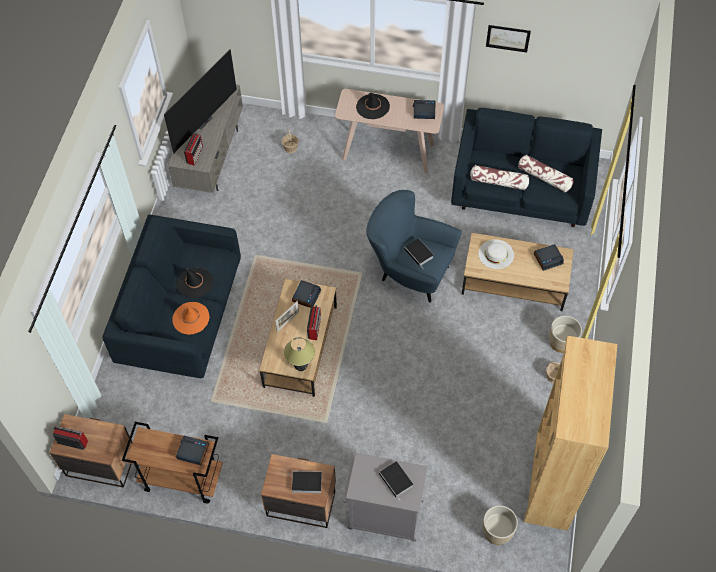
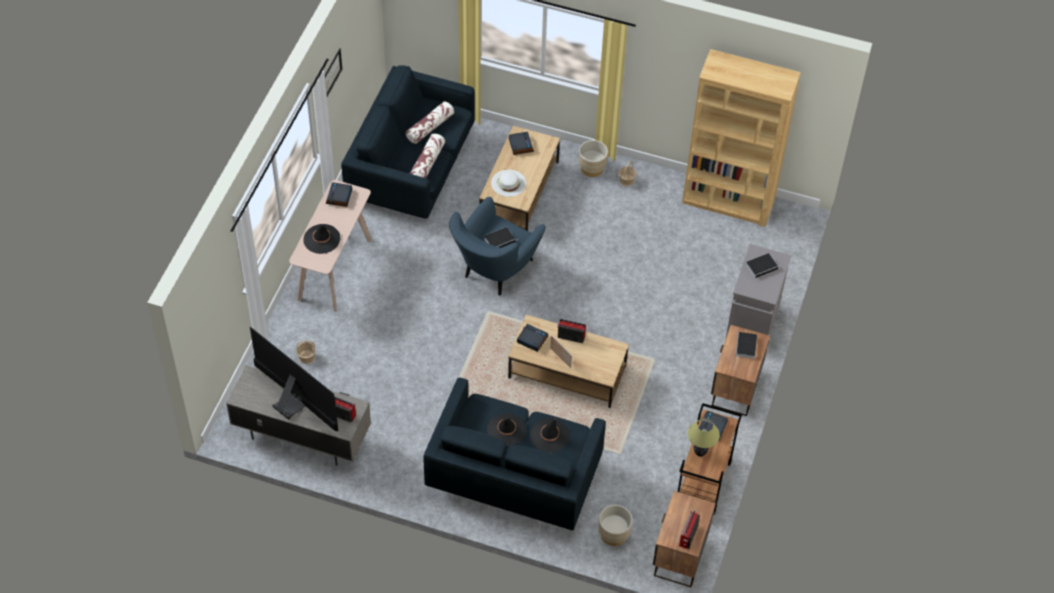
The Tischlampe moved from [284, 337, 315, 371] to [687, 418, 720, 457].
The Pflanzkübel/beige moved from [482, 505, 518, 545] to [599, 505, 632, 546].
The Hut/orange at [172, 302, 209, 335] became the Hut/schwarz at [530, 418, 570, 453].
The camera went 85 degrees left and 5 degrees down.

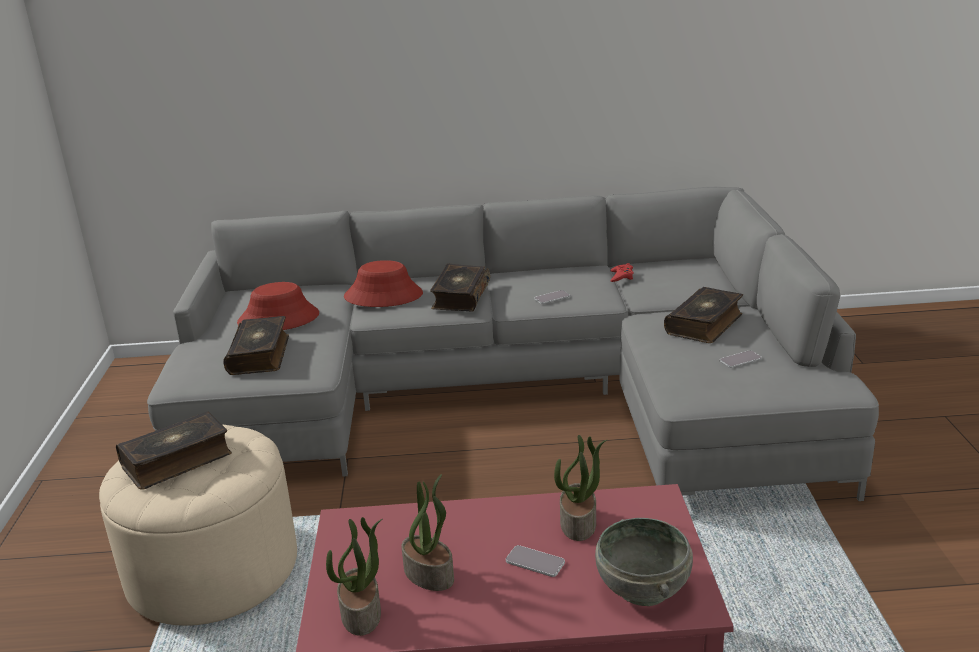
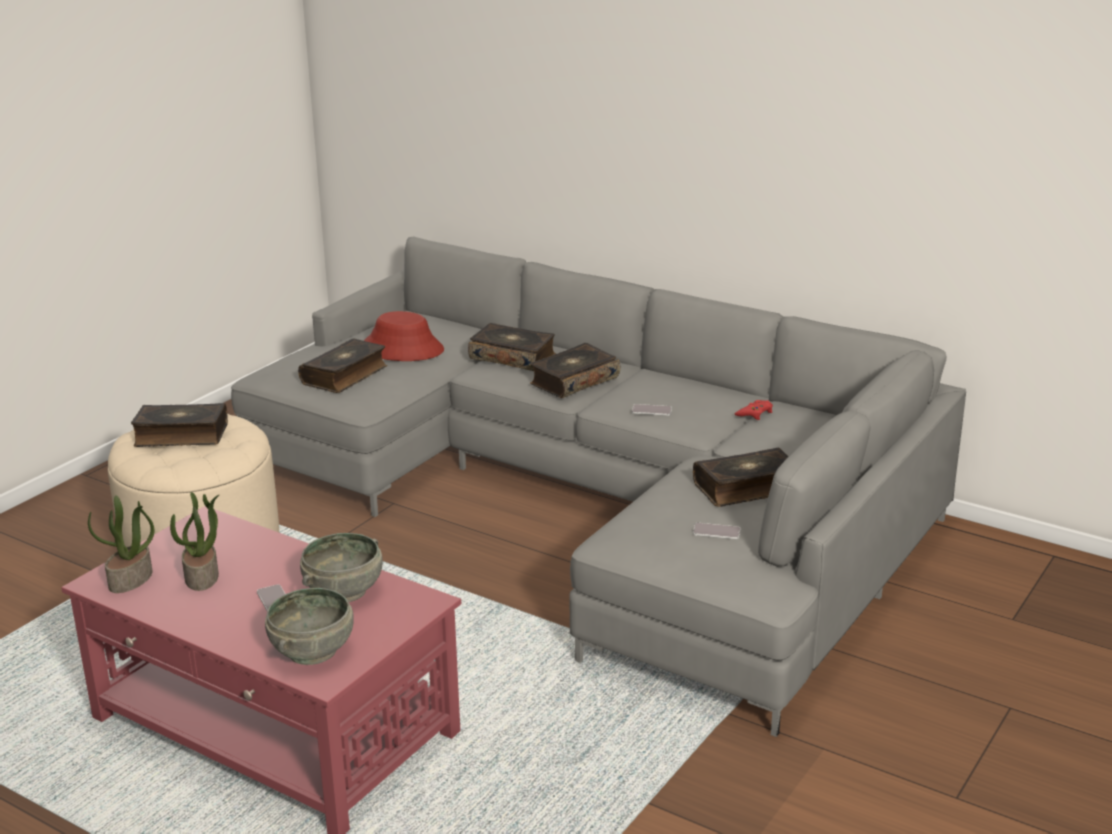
The Hut/rot at [344, 260, 423, 307] was replaced by the Buch at [468, 323, 556, 371].
The Topfpflanze at [554, 435, 608, 541] was replaced by the Schüssel/grau at [300, 533, 382, 602].
The camera went 35 degrees right and 0 degrees up.

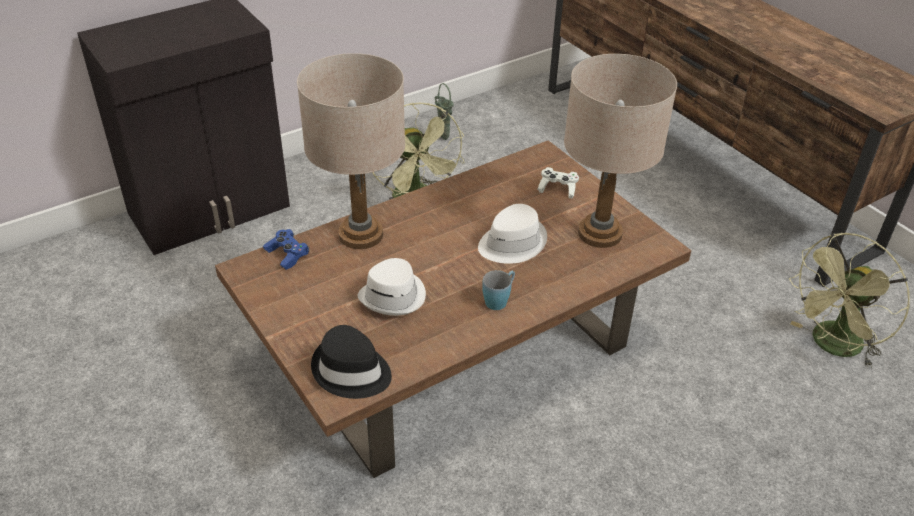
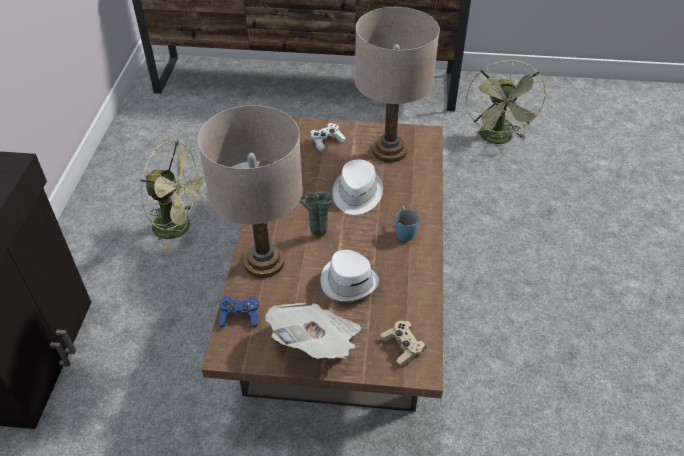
The Zeitung at [265, 303, 361, 359] appeared.
The Vase/grün moved from [435, 83, 454, 140] to [299, 178, 334, 236].
The Hut/schwarz at [311, 325, 392, 399] was replaced by the Gamepad/beige at [381, 321, 426, 366].
The camera went 50 degrees left and 5 degrees up.

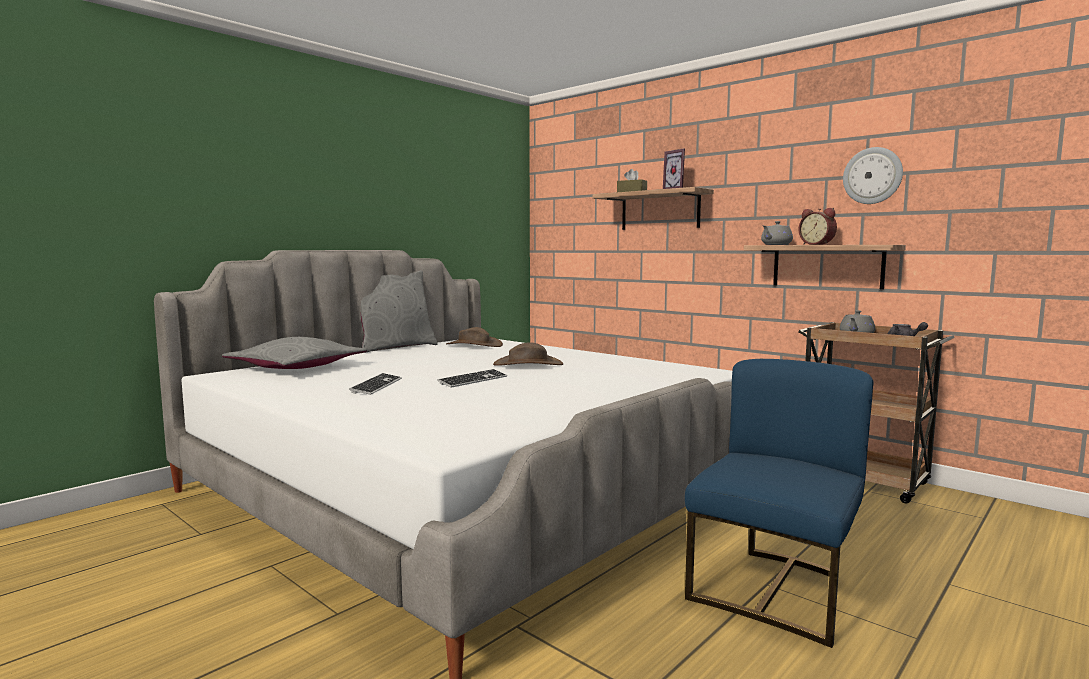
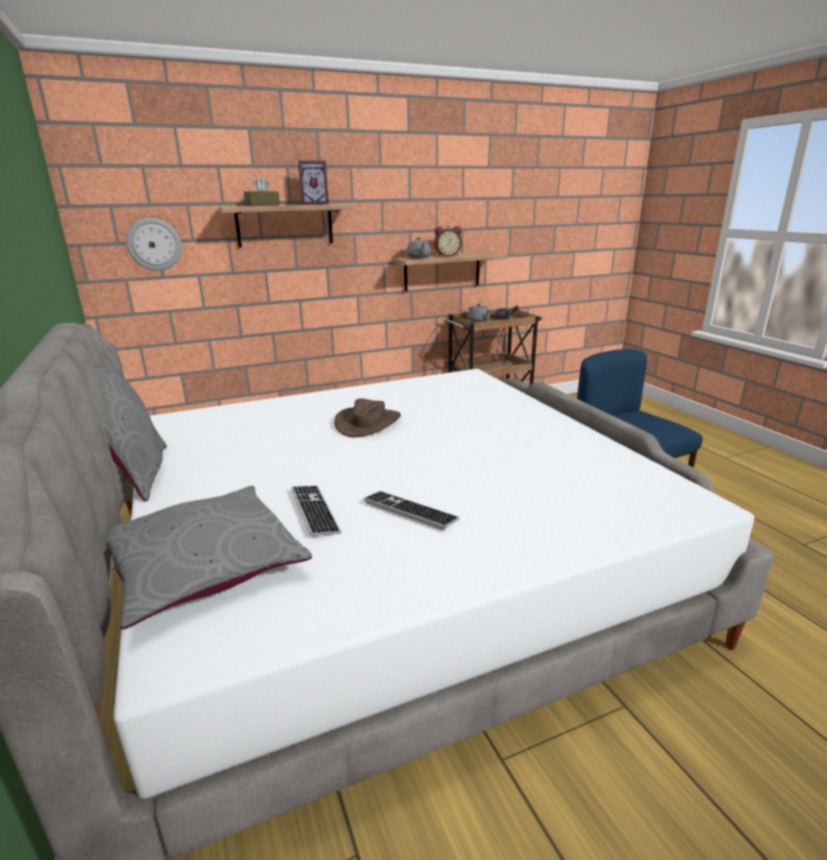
The Hut/braun at [446, 327, 503, 347] disappeared.
The Tastatur moved from [437, 369, 507, 388] to [291, 486, 341, 538].
The Wanduhr moved from [843, 147, 903, 204] to [126, 218, 182, 271].
The camera went 65 degrees left and 15 degrees up.

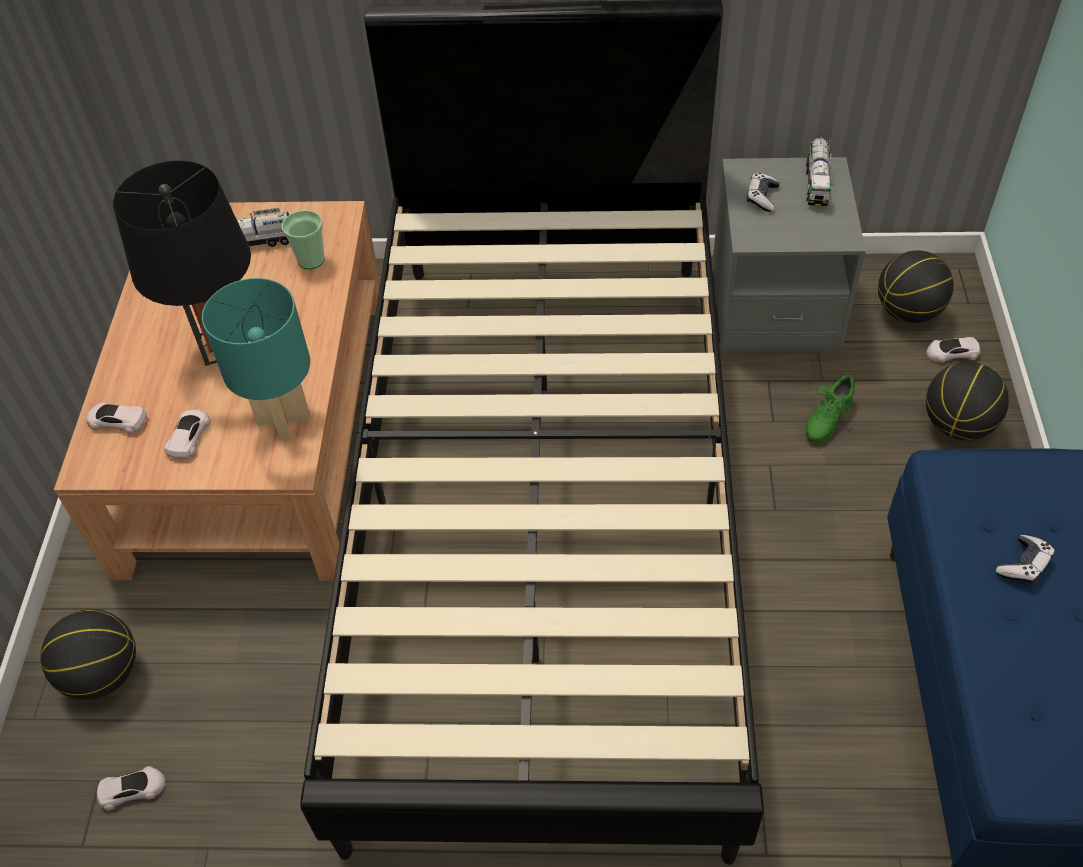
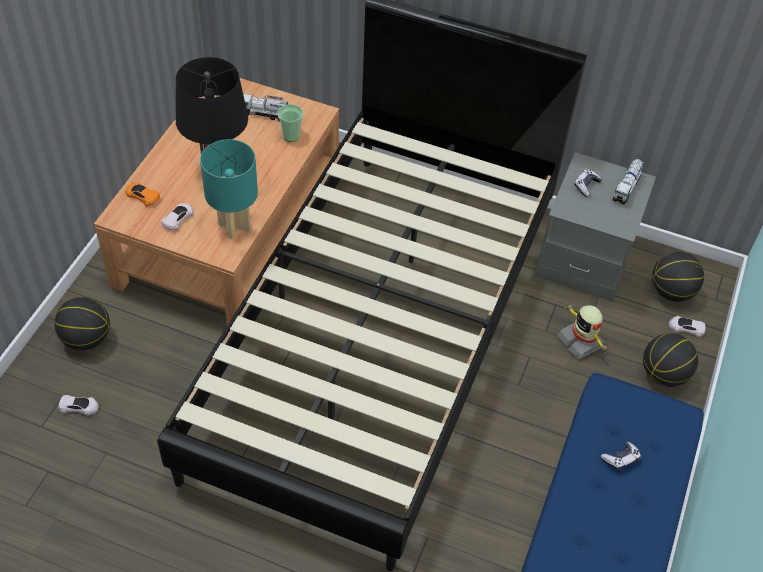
The Schuh/grün at [806, 375, 855, 442] was replaced by the Spielzeugroboter at [557, 302, 610, 360].
The Spielzeugauto/weiß at [86, 402, 147, 435] became the Spielzeugauto/orange at [126, 182, 160, 207].
The camera went 15 degrees right and 0 degrees up.

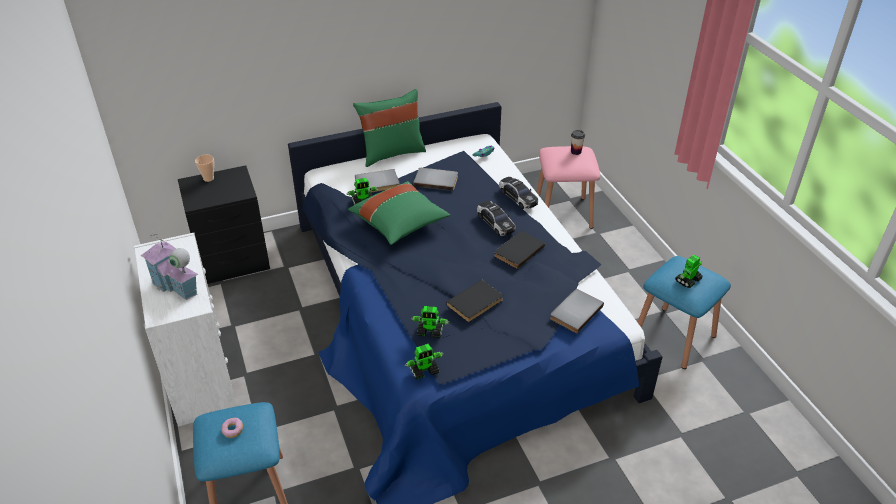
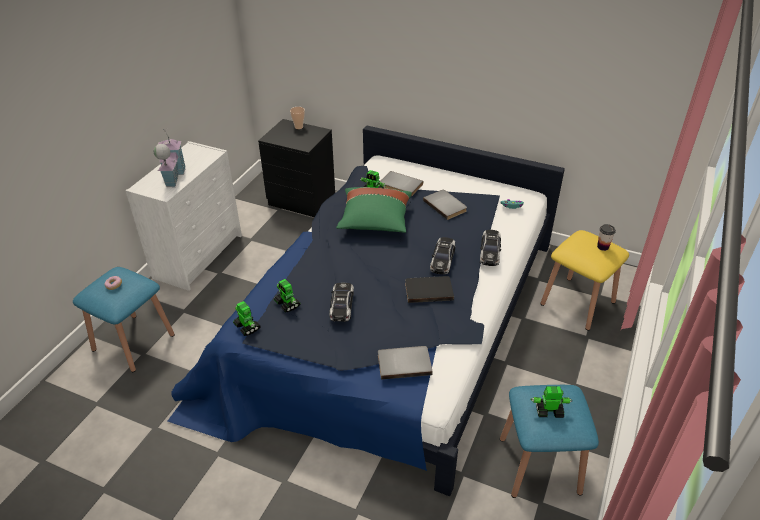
The Kissen/grün at [353, 89, 426, 167] disappeared.
The Buch/schwarz at [446, 280, 503, 322] was replaced by the Spielzeugauto at [329, 283, 354, 322].
The Hocker/rosa at [536, 146, 600, 229] became the Hocker/gelb at [540, 230, 629, 331].
The Spielzeugroboter at [405, 344, 444, 380] turned 150 degrees counterclockwise.
The camera went 45 degrees right and 0 degrees up.

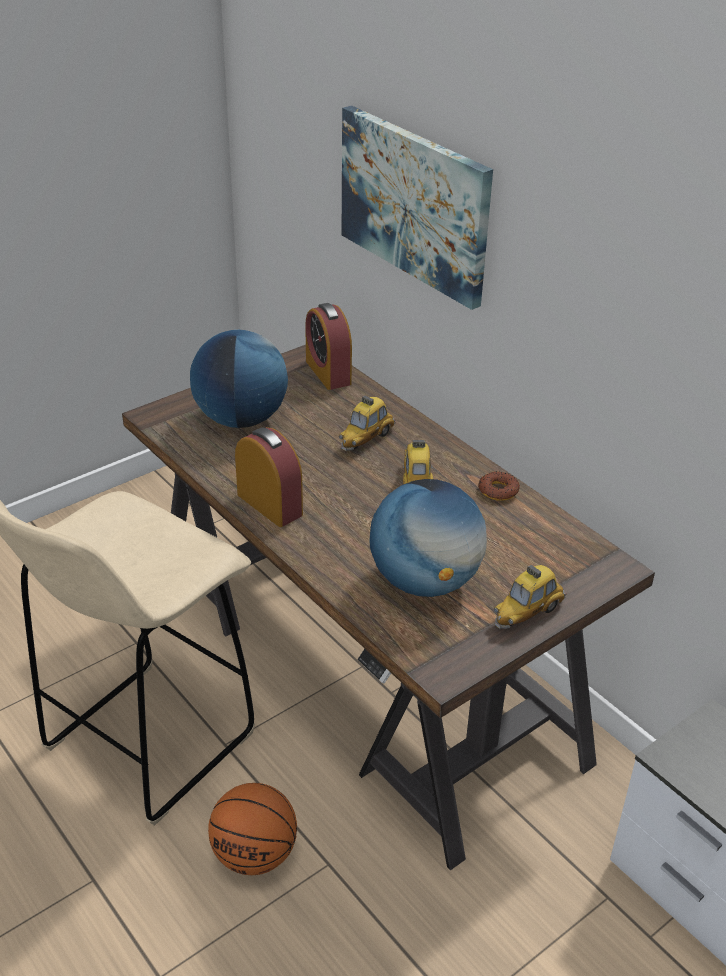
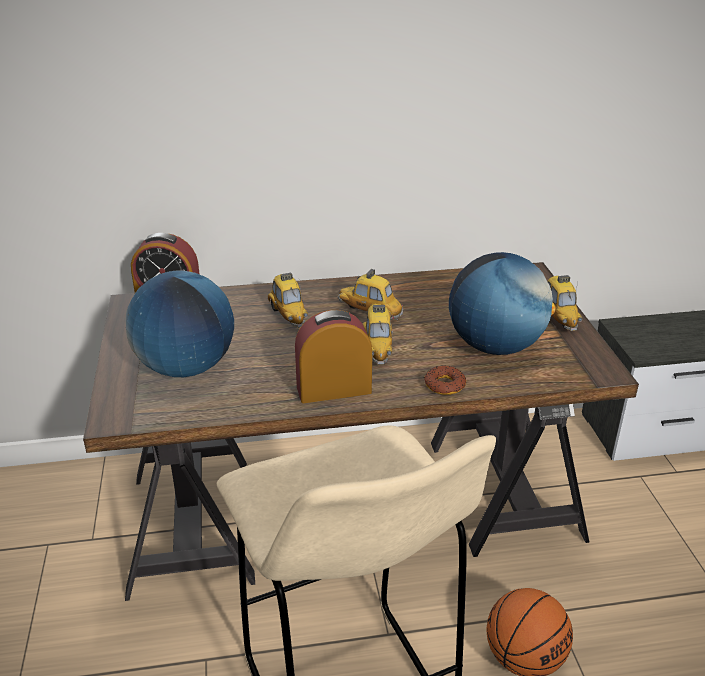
The Bild at [342, 106, 493, 310] disappeared.
The Spielzeugauto at [363, 304, 393, 364] appeared.
The Donut moved from [478, 471, 520, 501] to [424, 365, 466, 395].
The camera went 60 degrees left and 5 degrees down.

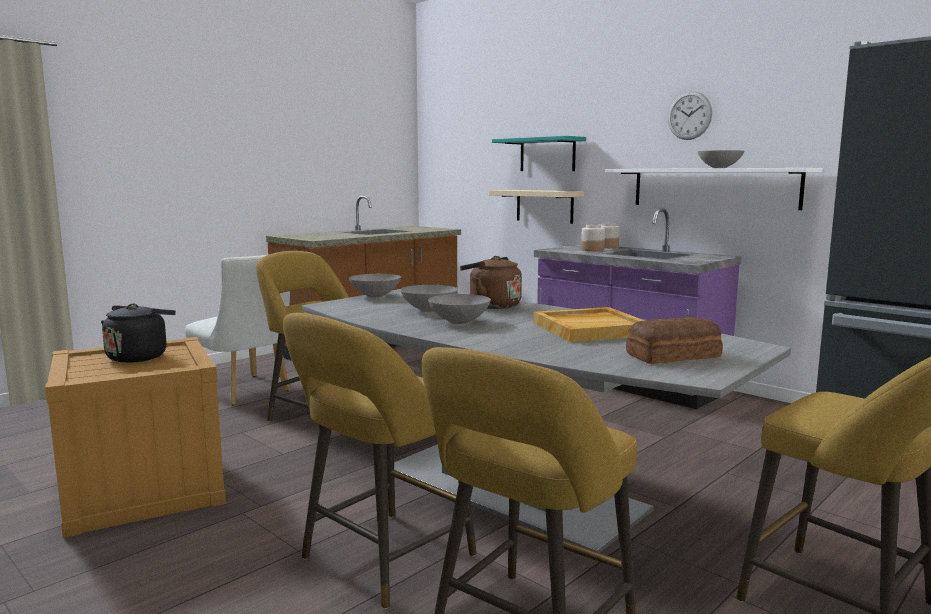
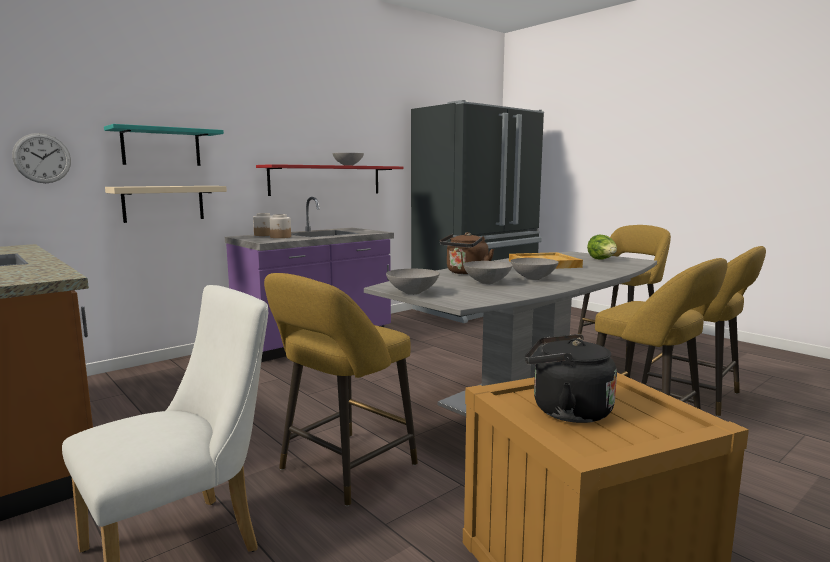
The Wanduhr moved from [668, 91, 712, 140] to [12, 133, 71, 183].
The Brot at [626, 317, 723, 364] was replaced by the Salatkopf at [587, 235, 617, 260].
The Wandregal/weiß at [605, 168, 823, 210] became the Wandregal/rot at [256, 164, 404, 196].
The camera went 85 degrees left and 0 degrees up.

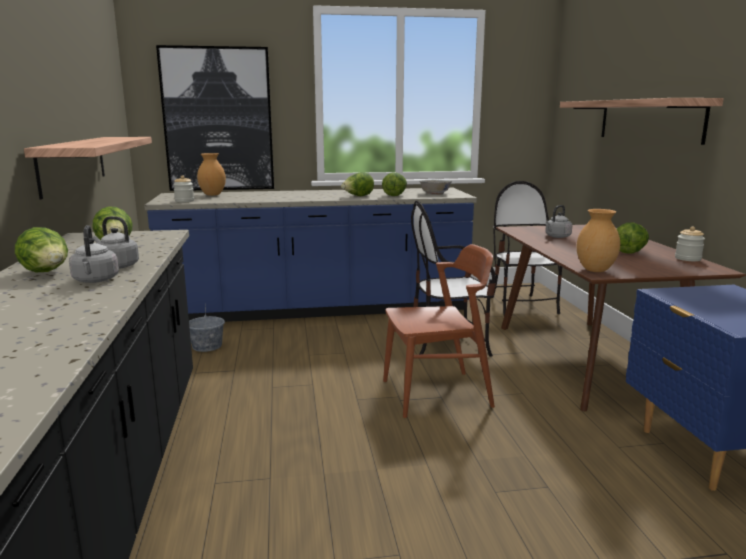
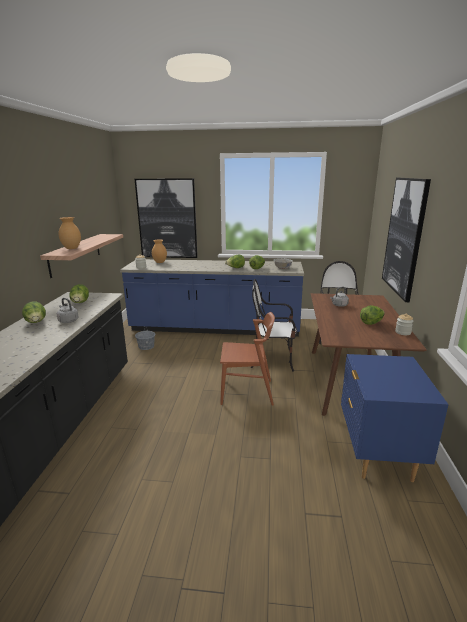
The Wasserkessel/grau at [69, 225, 119, 283] disappeared.
The Vase/braun moved from [577, 209, 620, 272] to [59, 217, 81, 249].
The Wandregal at [560, 98, 724, 145] was replaced by the Bild at [382, 178, 431, 302].
The camera went 15 degrees right and 5 degrees up.

